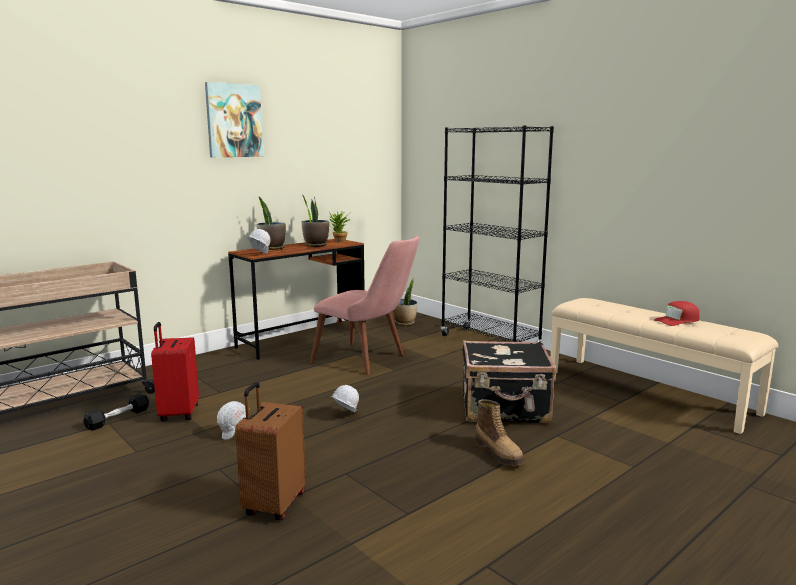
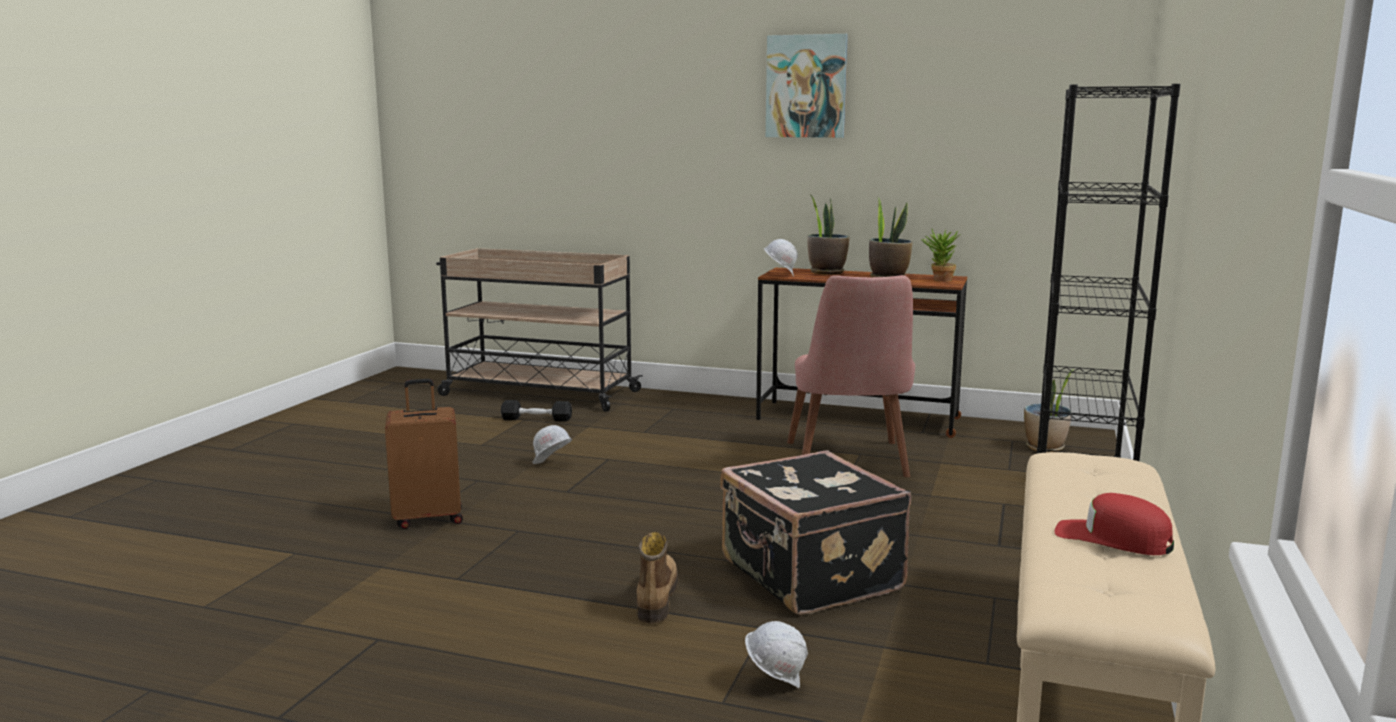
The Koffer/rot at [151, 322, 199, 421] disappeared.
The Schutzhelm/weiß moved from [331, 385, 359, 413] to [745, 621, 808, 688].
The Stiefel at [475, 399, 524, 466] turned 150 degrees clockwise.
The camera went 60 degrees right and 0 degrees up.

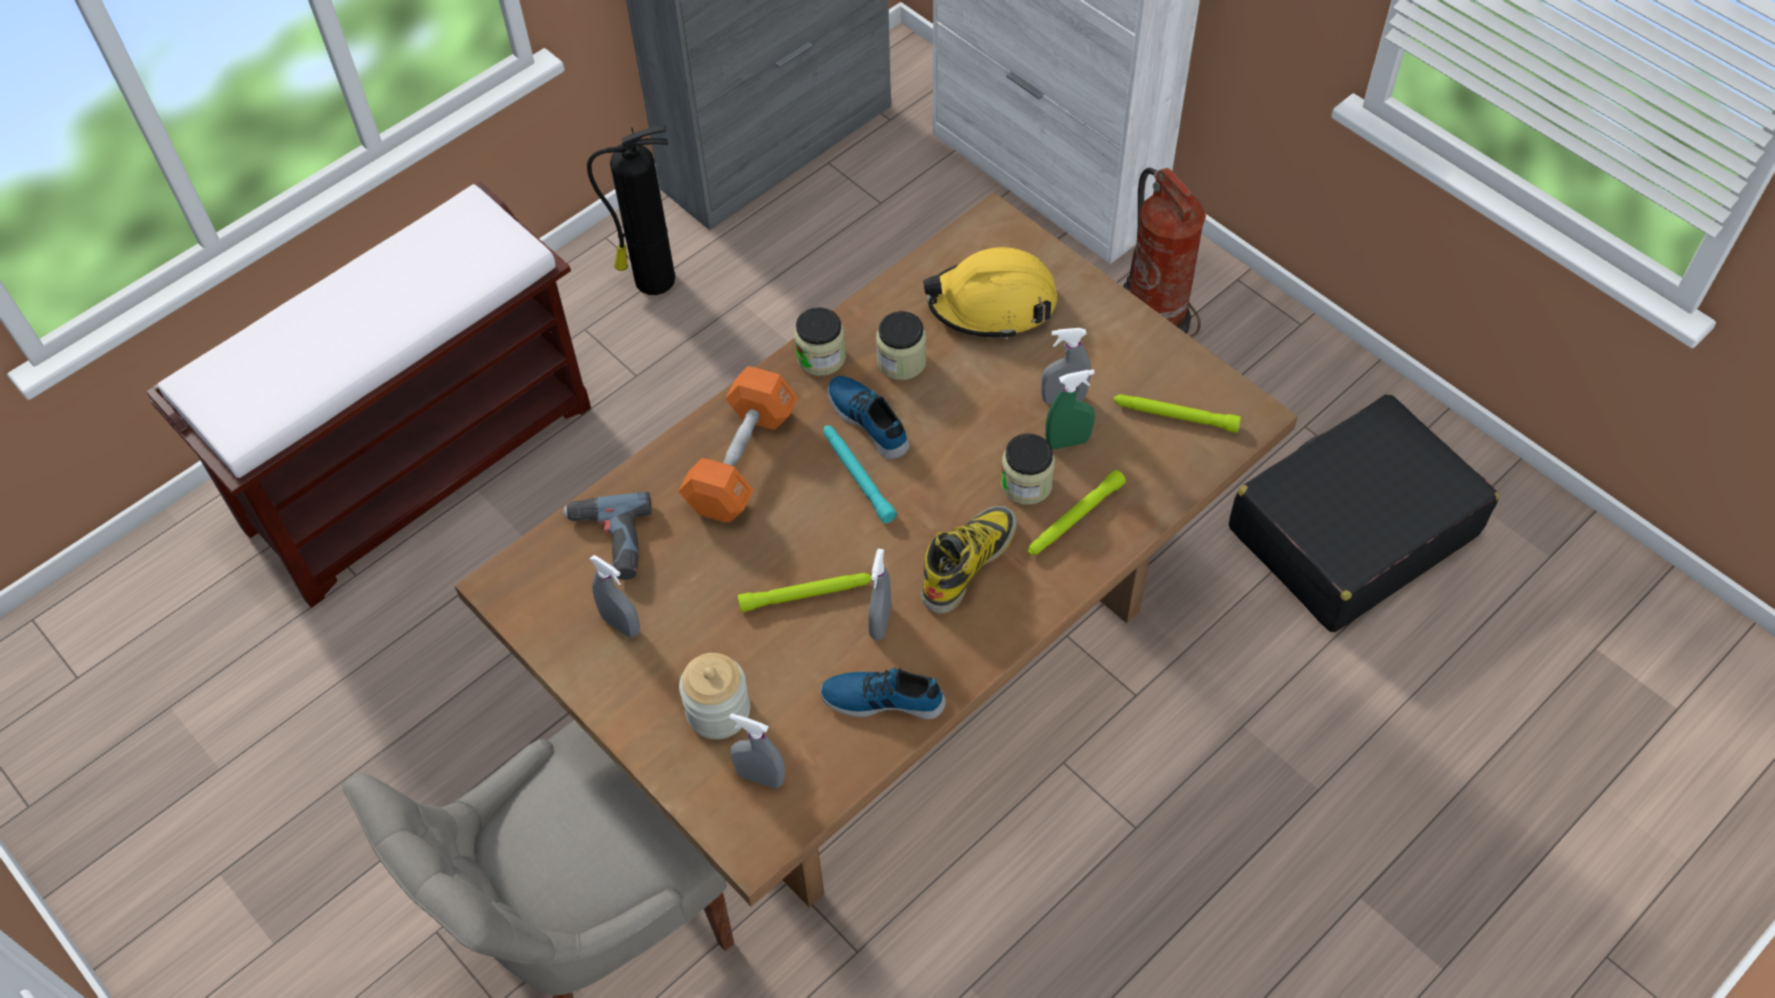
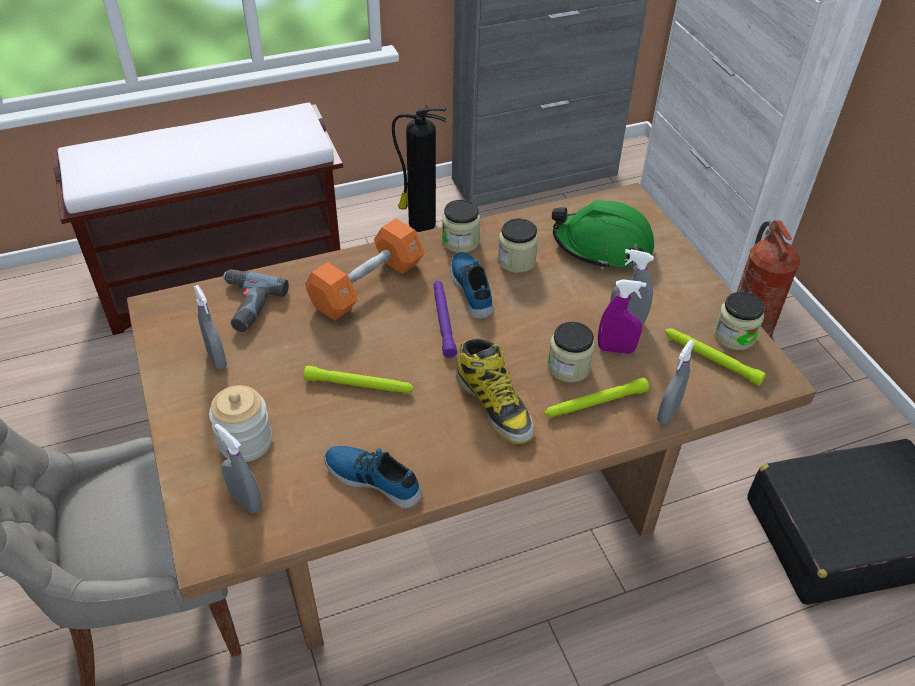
The Vorratsglas at [714, 292, 765, 350] appeared.
The Sprühflasche/grau moved from [868, 549, 891, 641] to [657, 340, 695, 425].
The Taschenlampe/türkis at [823, 425, 897, 523] became the Taschenlampe/lila at [434, 281, 457, 358].
The Schutzhelm/gelb at [923, 247, 1057, 339] became the Schutzhelm/grün at [552, 200, 654, 270].
The Sprühflasche/grün at [1045, 369, 1095, 449] became the Sprühflasche/lila at [598, 279, 647, 354].
The Stiefel at [921, 506, 1017, 614] turned 90 degrees clockwise.
The camera went 20 degrees right and 10 degrees down.

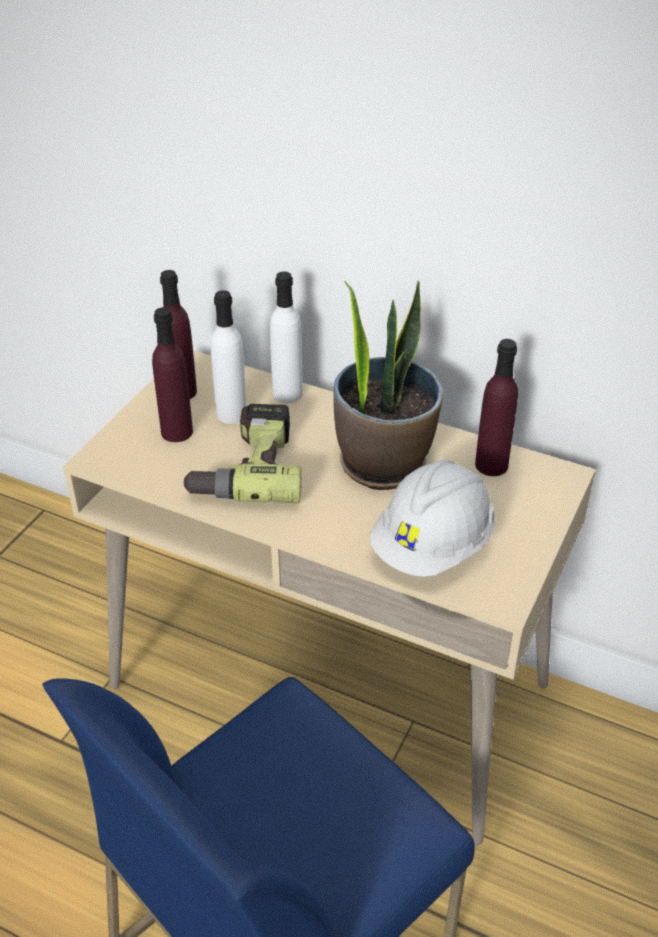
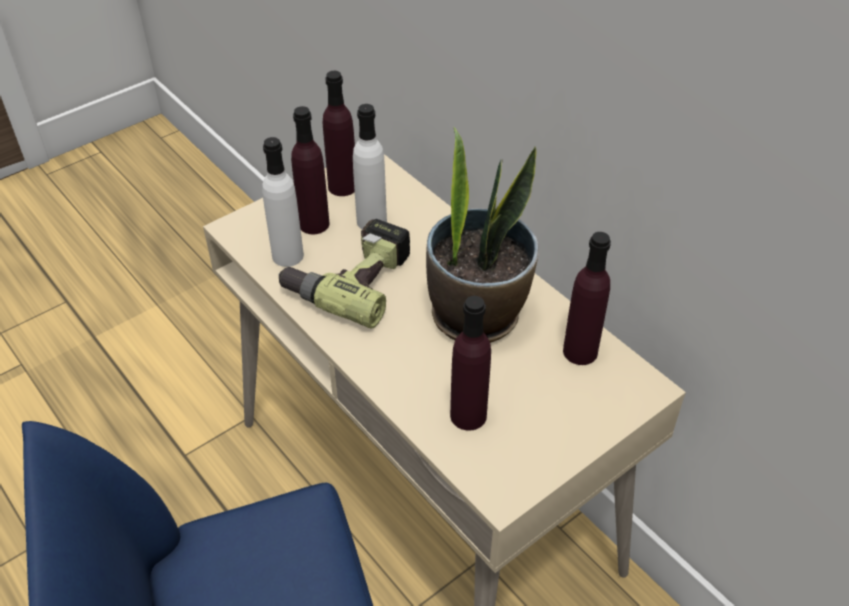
The Flasche/weiß moved from [270, 272, 303, 403] to [262, 137, 304, 267].
The Schutzhelm/weiß at [370, 460, 495, 577] was replaced by the Flasche/lila at [450, 296, 491, 431].
The camera went 25 degrees right and 5 degrees up.

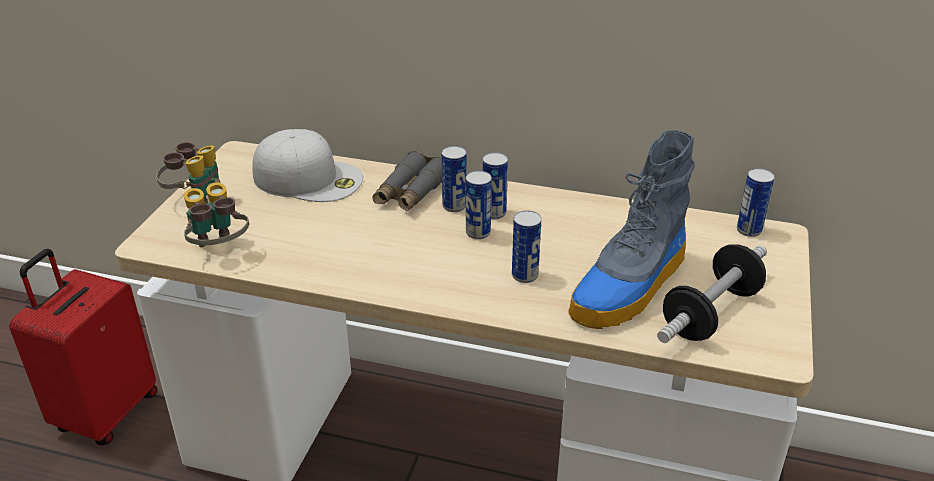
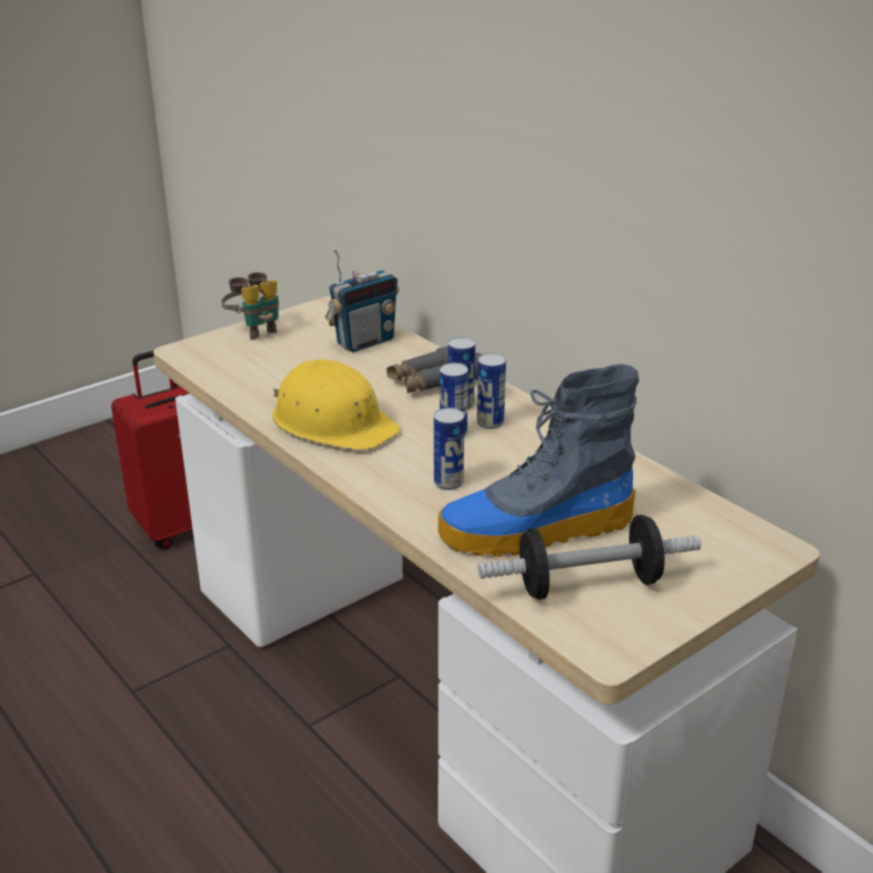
The Fernglas at [184, 183, 249, 247] disappeared.
The Dose at [737, 168, 775, 237] disappeared.
The Schutzhelm/gelb at [273, 359, 400, 451] appeared.
The Kappe/weiß at [252, 129, 363, 202] was replaced by the Radio at [325, 248, 399, 352].
The camera went 35 degrees right and 5 degrees down.

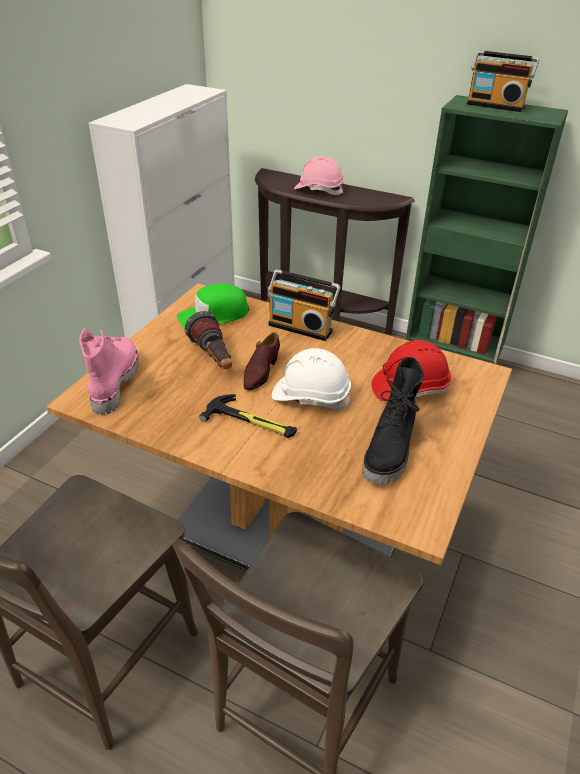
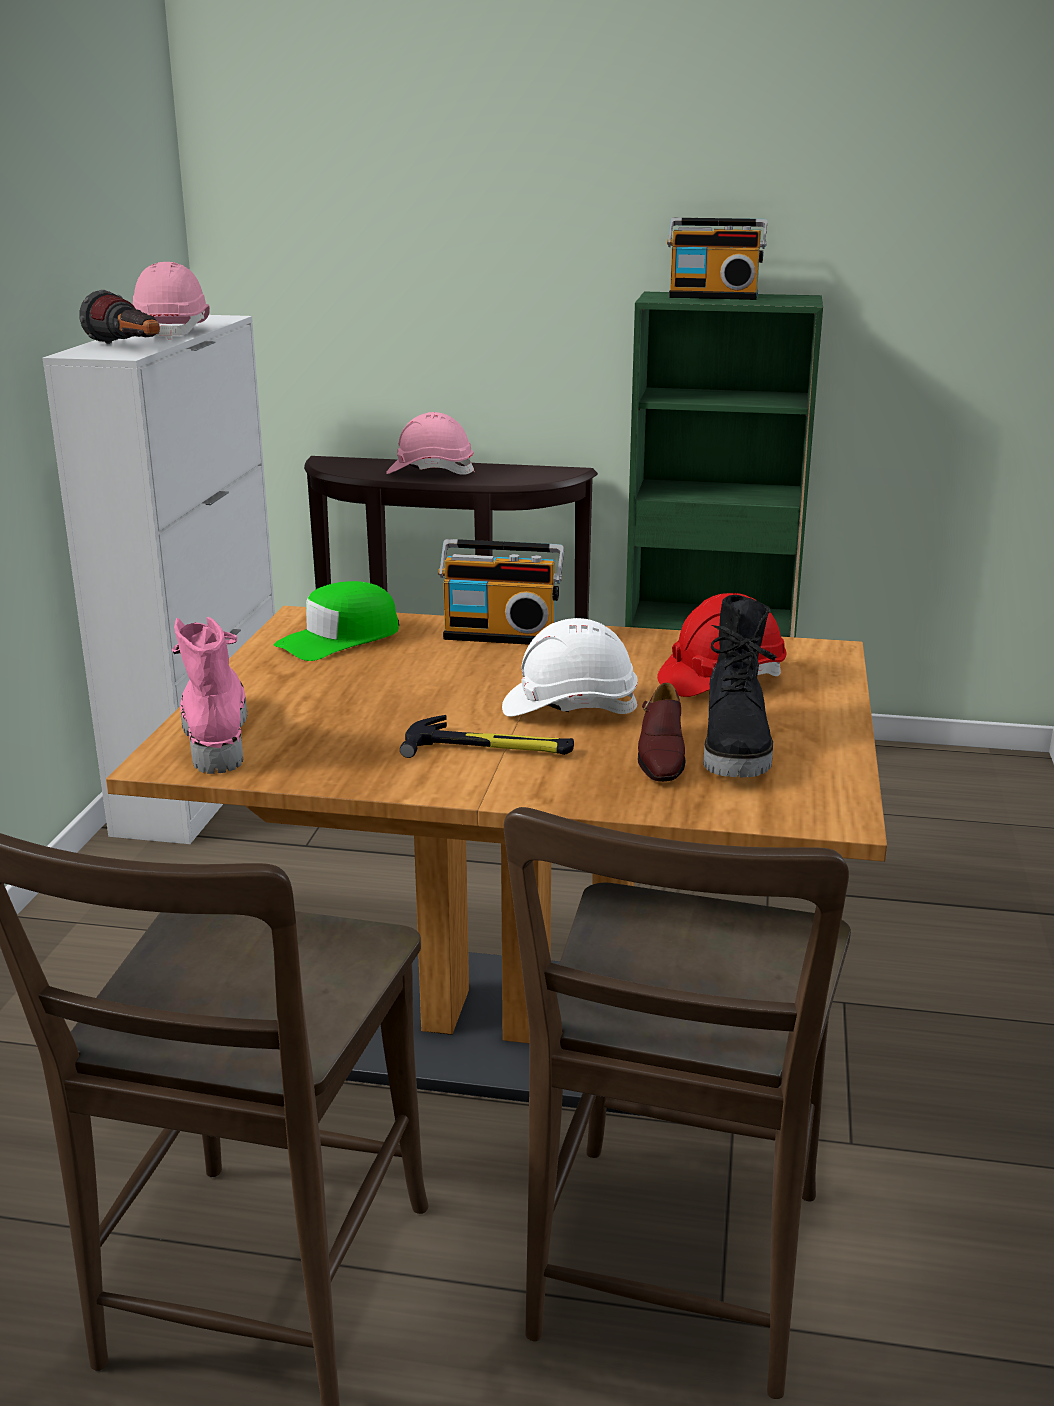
The Schutzhelm/rosa at [133, 262, 210, 340] appeared.
The Taschenlampe moved from [185, 311, 232, 369] to [79, 290, 160, 344].
The Schuh/braun moved from [243, 332, 280, 390] to [637, 683, 686, 782].
The camera went 15 degrees left and 15 degrees down.

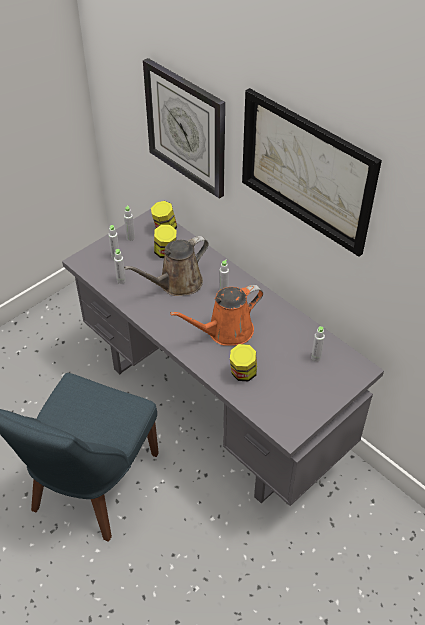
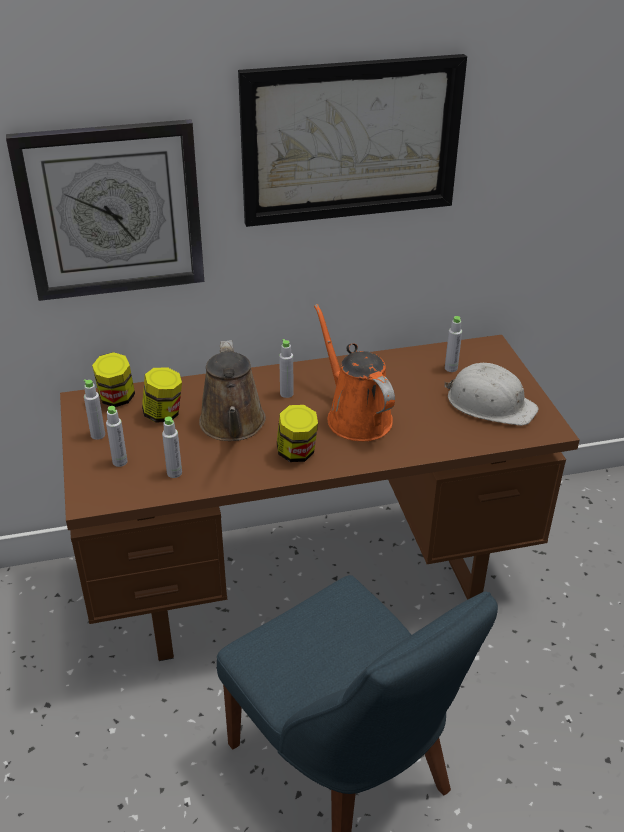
The Schutzhelm/weiß at [444, 363, 539, 426] appeared.
The Vorratsglas moved from [230, 344, 257, 382] to [277, 405, 318, 462].
The Schreibtisch/grau at [62, 209, 384, 506] became the Schreibtisch/braun at [60, 335, 580, 661].
The Gießkanne/orange at [170, 285, 263, 346] turned 150 degrees clockwise.
The camera went 60 degrees left and 10 degrees down.

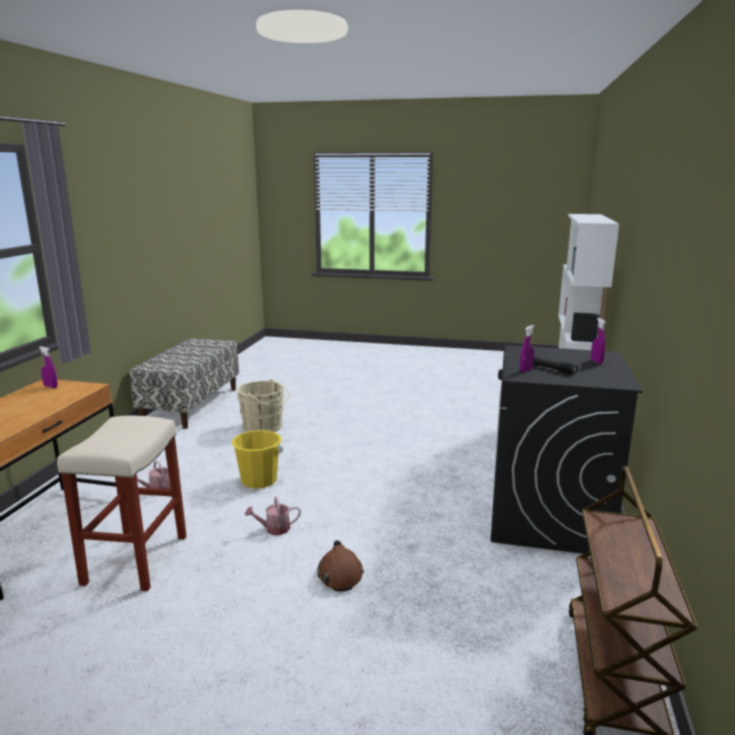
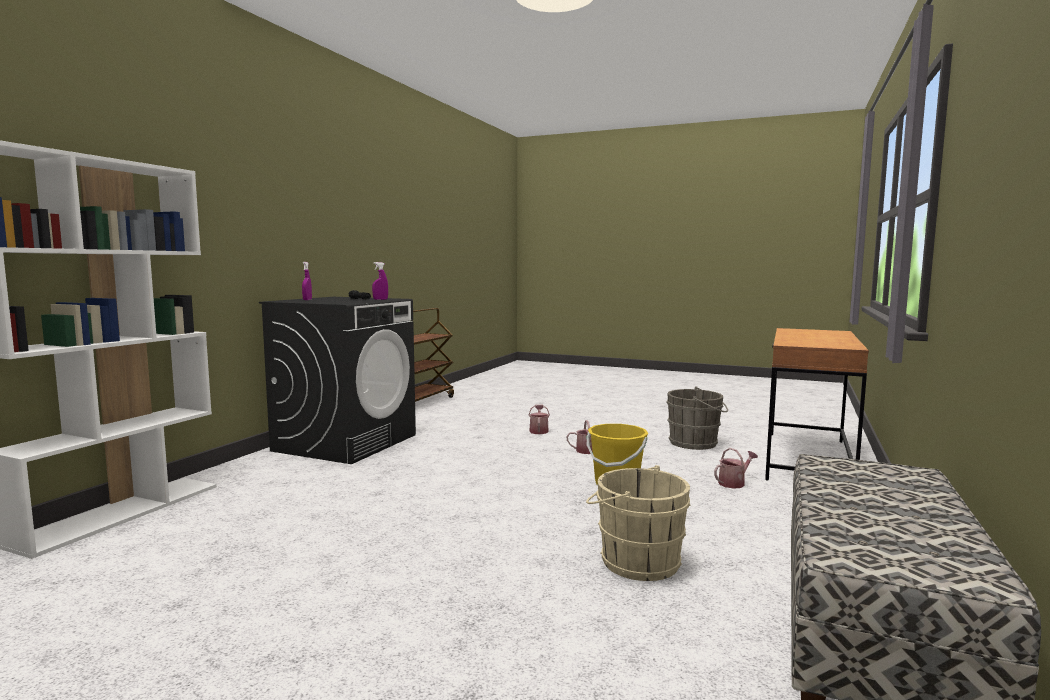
The Sprühflasche/lila at [39, 346, 58, 388] disappeared.
The Hocker/beige at [57, 416, 187, 591] was replaced by the Eimer/grau at [666, 387, 728, 450].
The Schutzhelm/braun at [317, 540, 364, 591] was replaced by the Gießkanne at [529, 404, 550, 434].
The camera went 170 degrees left and 10 degrees down.

